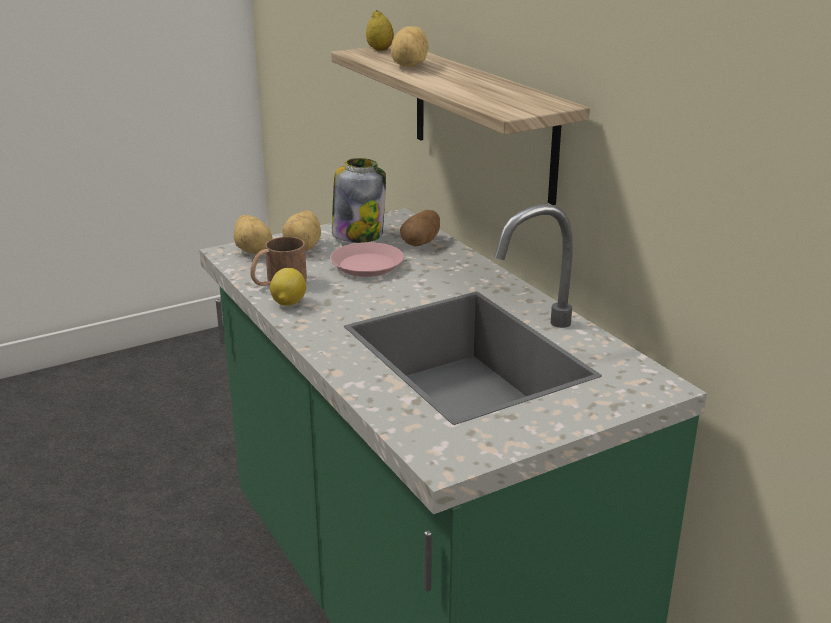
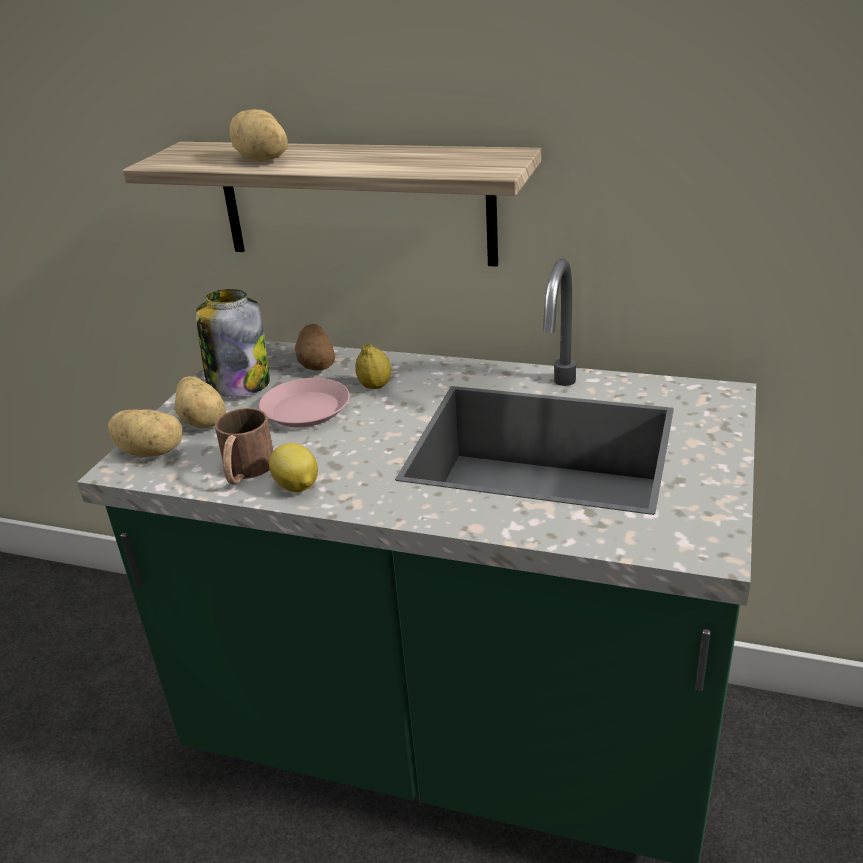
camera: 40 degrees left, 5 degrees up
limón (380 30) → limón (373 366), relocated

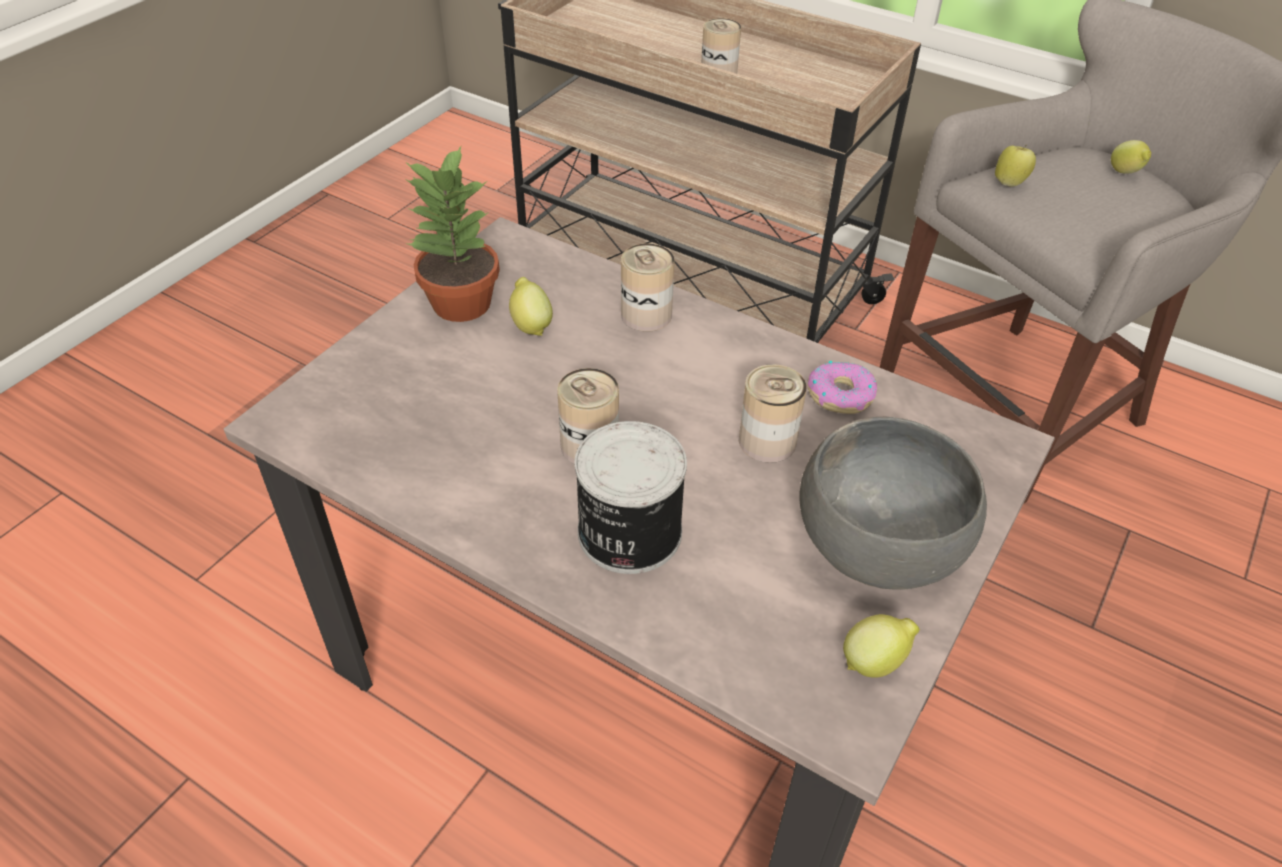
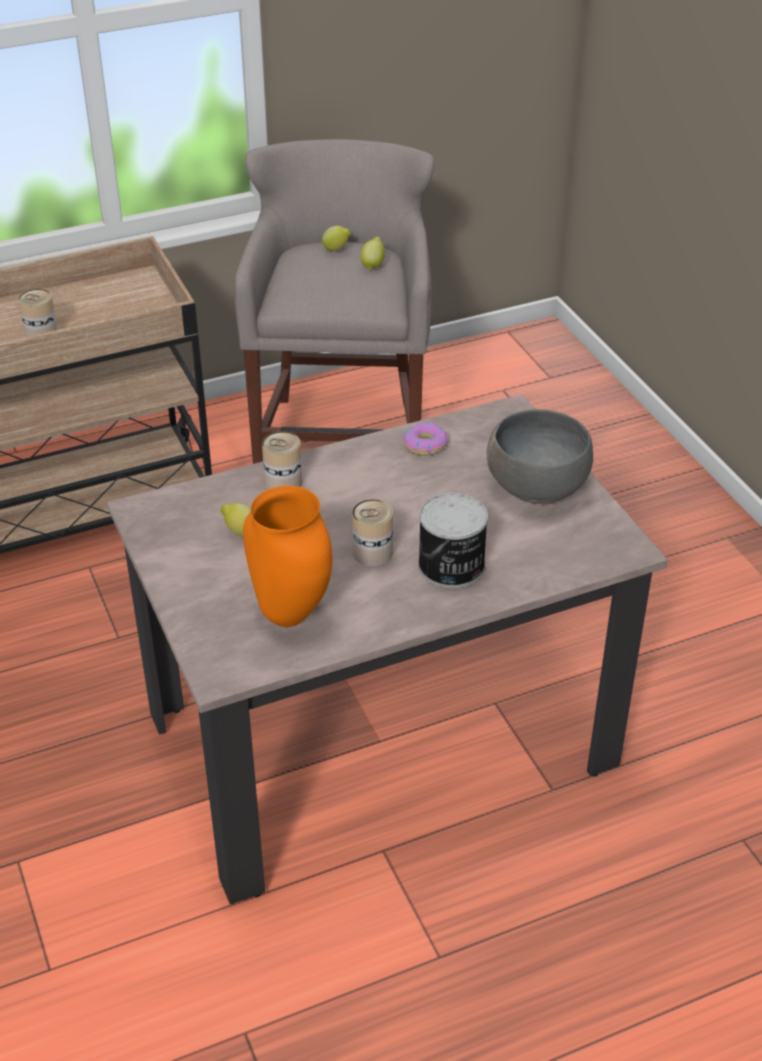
camera: 55 degrees left, 5 degrees down
planta en maceta (452 234) → -
lata (773 413) → -
manzana (1015 166) → -
- → florero/naranja (287 556)
limón (881 646) → limón (372 253), relocated

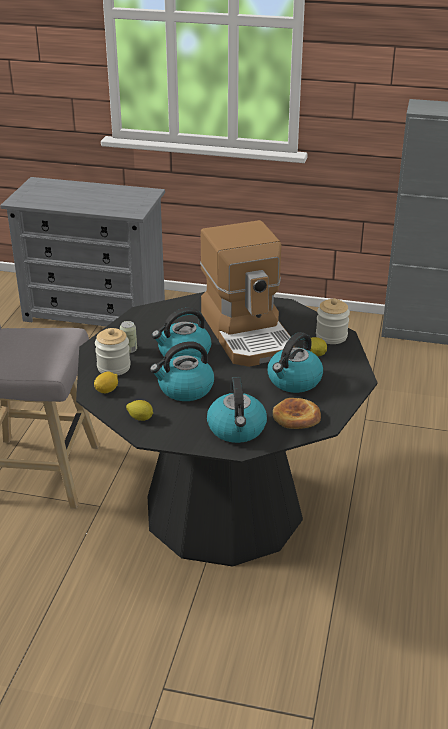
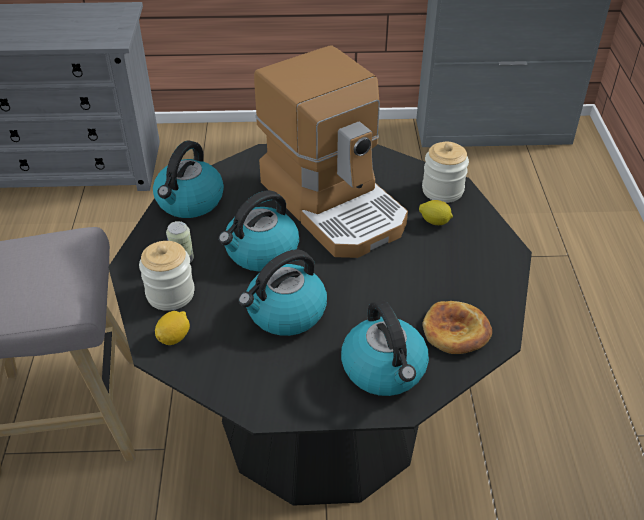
camera: 15 degrees left, 10 degrees up
limón (139 410) → -
hervidor (295 362) → hervidor (188 179), relocated

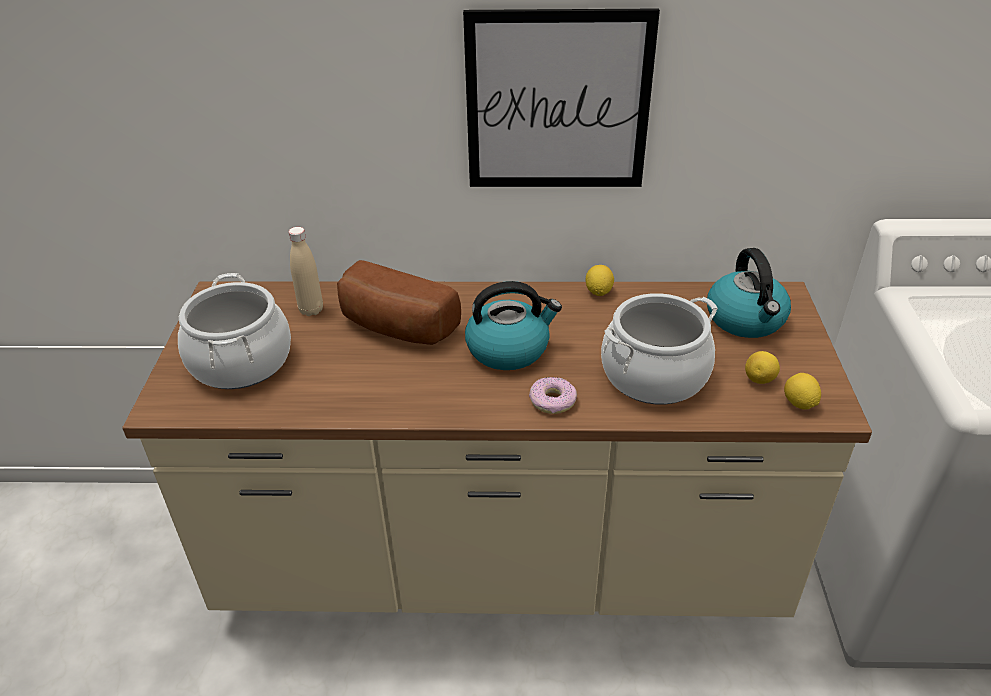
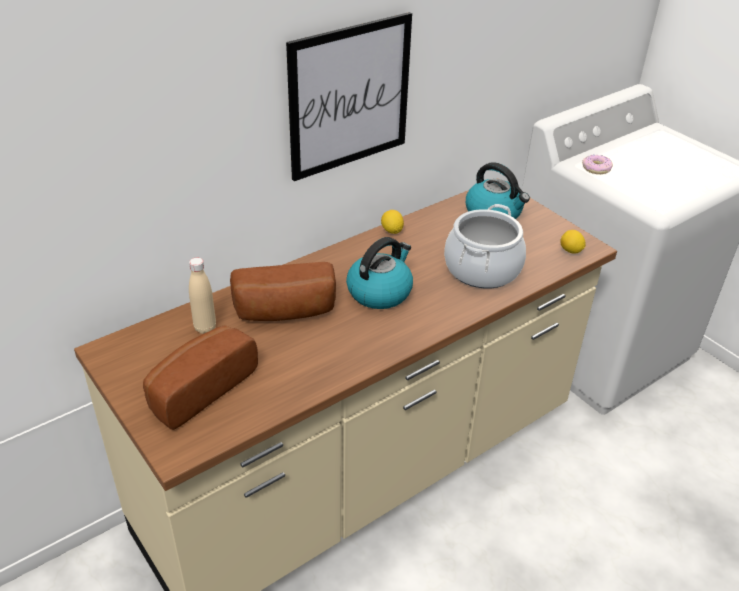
camera: 40 degrees left, 0 degrees up
limón (762 367) → -
rosquilla (553 395) → rosquilla (597 164), relocated
olla (234 331) → pan (200 378)

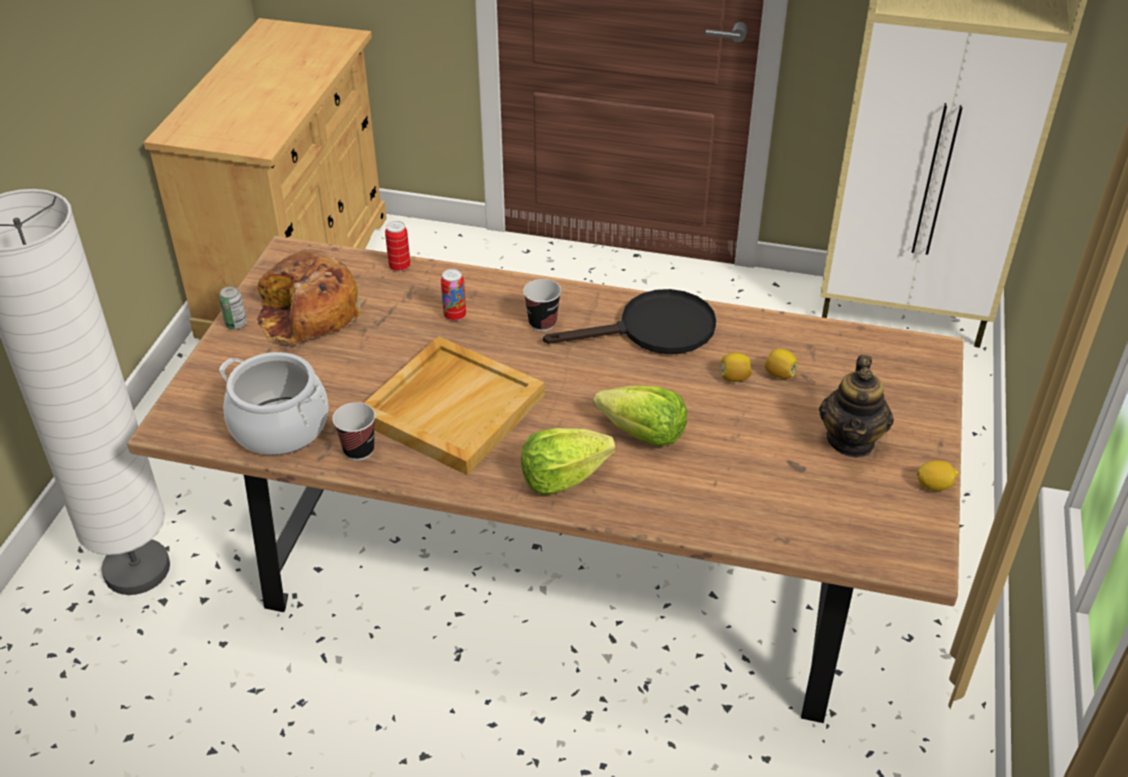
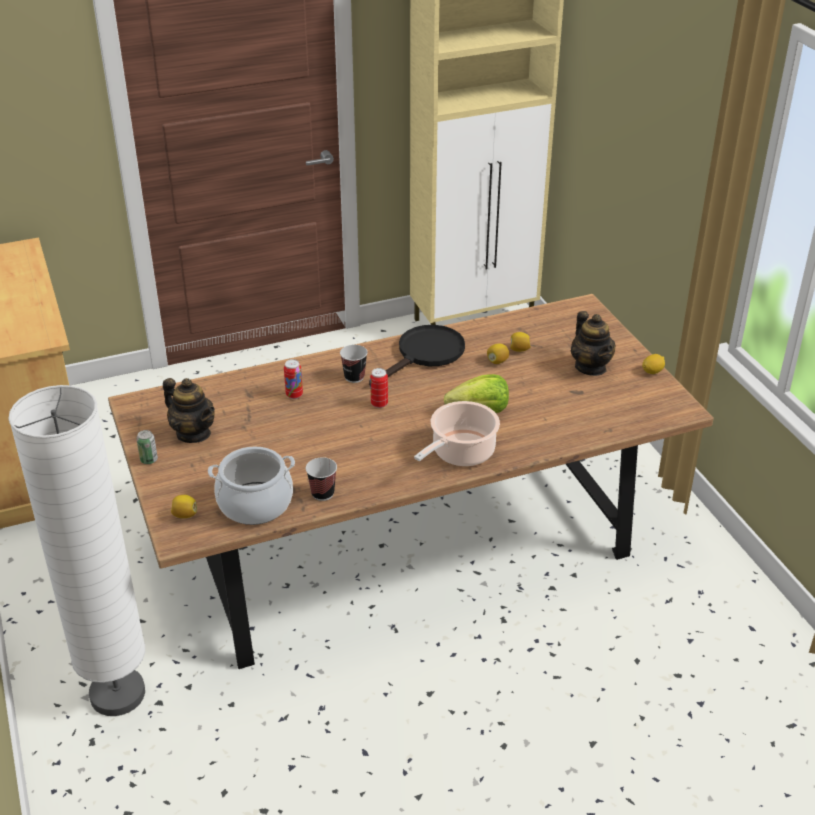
camera: 35 degrees left, 5 degrees down
bandeja/beis (454 405) → -
- → limón (184 506)
lata (397 246) → lata (379 388), relocated
pan (308 297) → tetera (189 410)
lechuga (568 461) → olla (457 433)

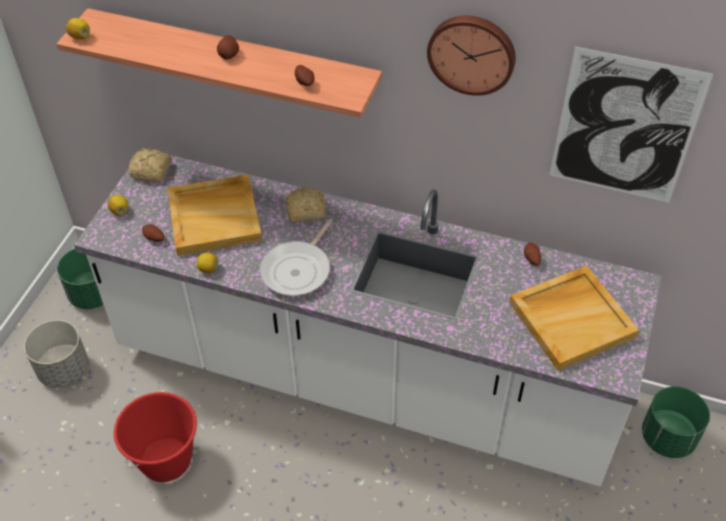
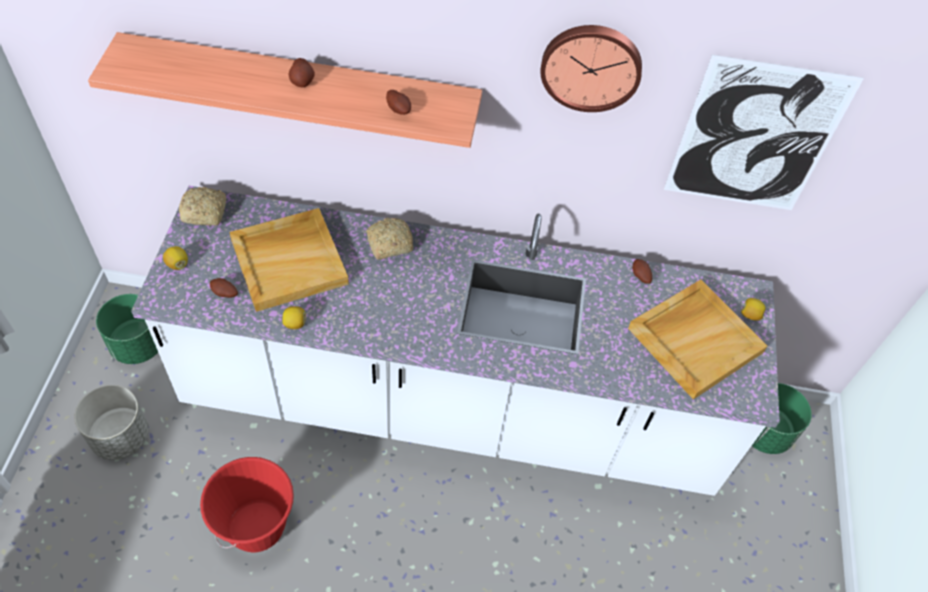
camera: 15 degrees left, 5 degrees up
sartén (295 257) → -
limón (78 29) → limón (753 309), relocated

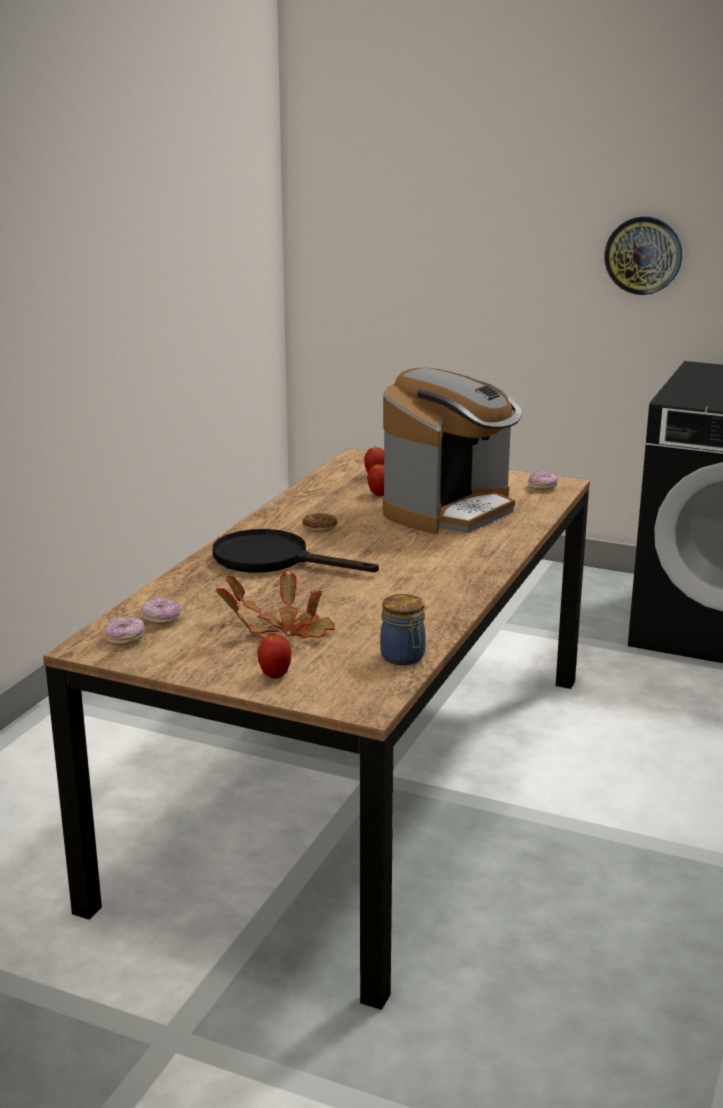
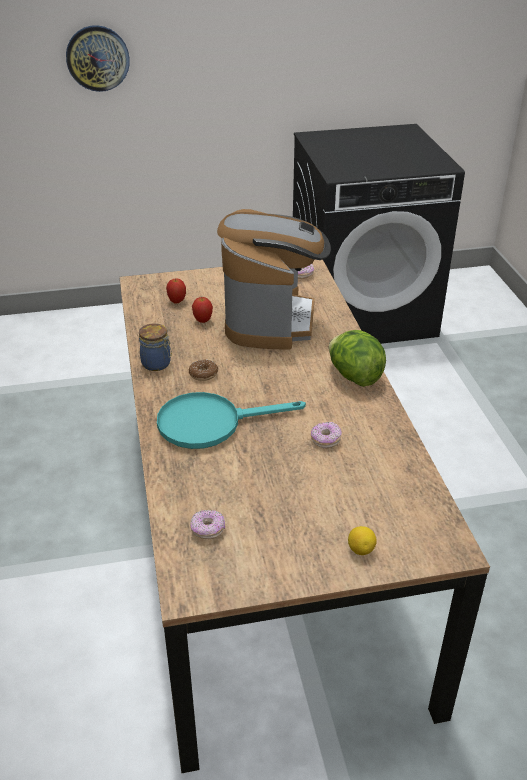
camera: 35 degrees left, 15 degrees up
planta en maceta (275 604) → -
- → lechuga (357 358)
rosquilla (124 631) → rosquilla (326 435), relocated
tarro (403 629) → tarro (155 347), relocated
reloj de pared (643 255) → reloj de pared (98 58), relocated
manzana (274 656) → limón (362 540)
sartén/negro (296 551) → sartén/turquesa (231 420)

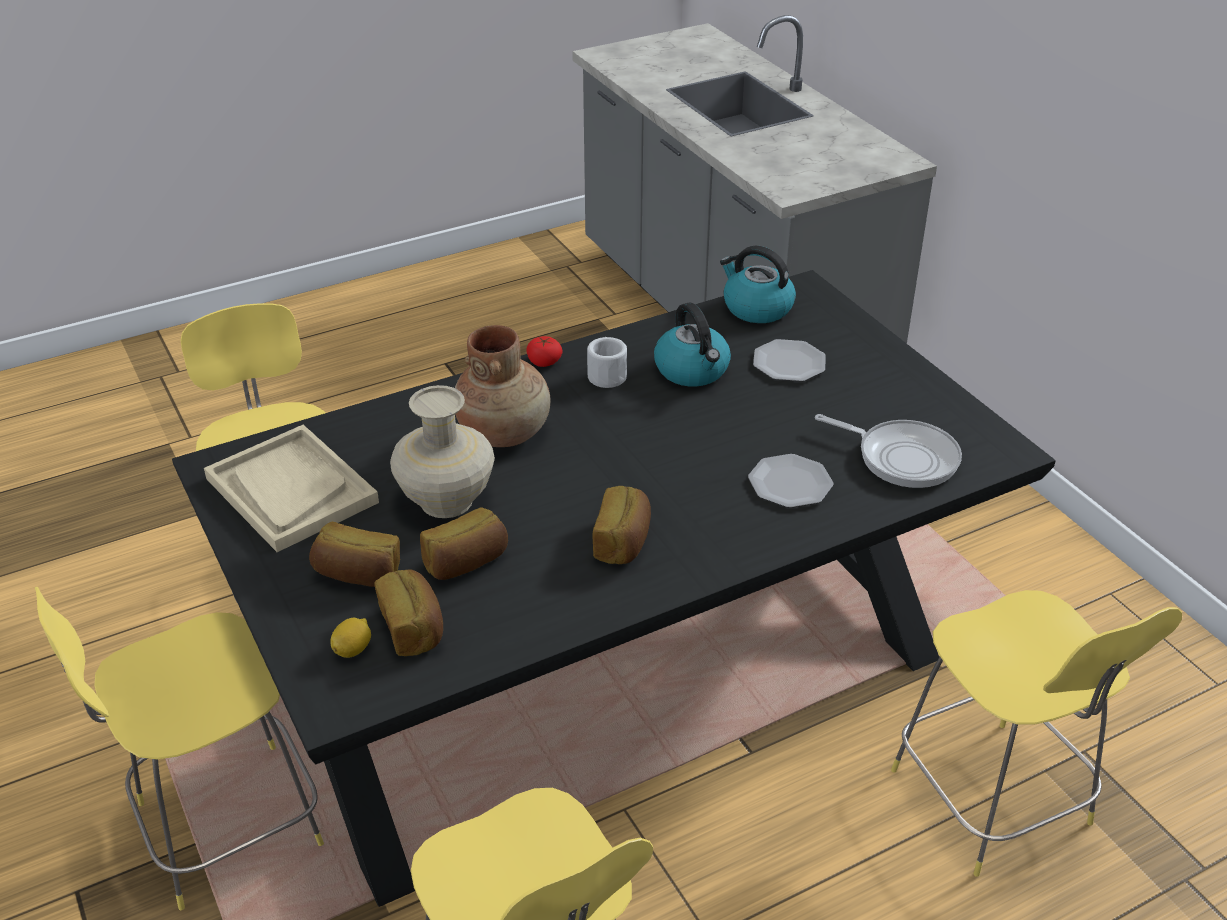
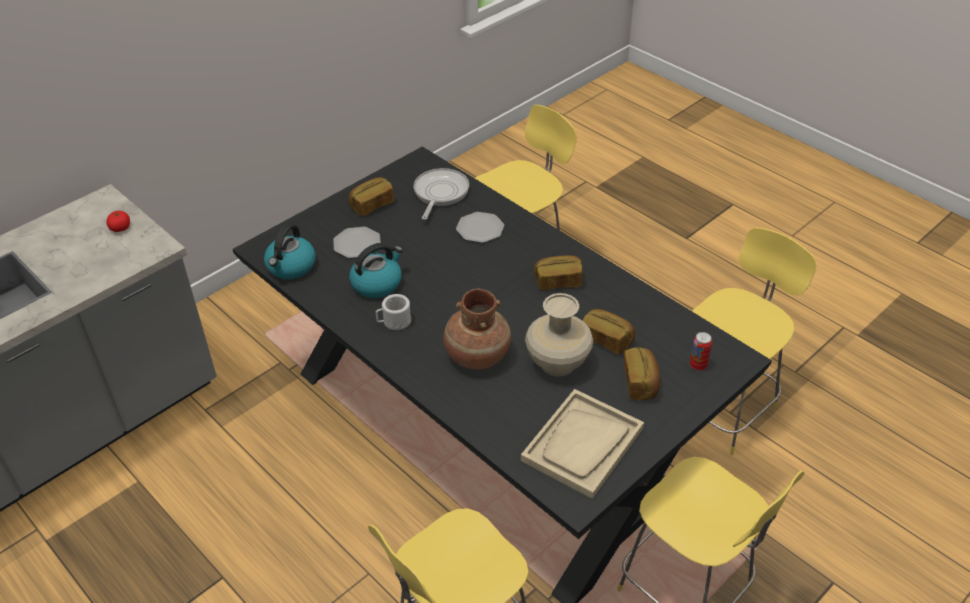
camera: 105 degrees left, 5 degrees up
pan (408 612) → pan (371 196), relocated
tomate (544 351) → tomate (118 221), relocated
limón (350 638) → lata (701 351)

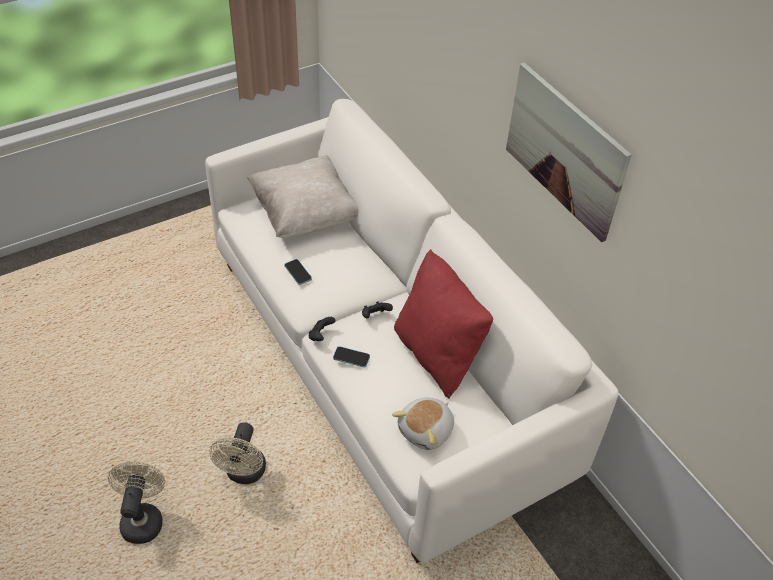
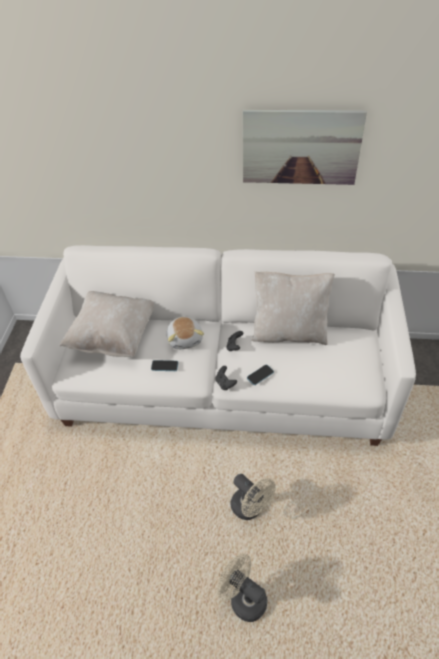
camera: 50 degrees left, 0 degrees up
peluche (423 424) → peluche (185 332), relocated
cojín/rojo (443 323) → cojín/beis (293 308)

